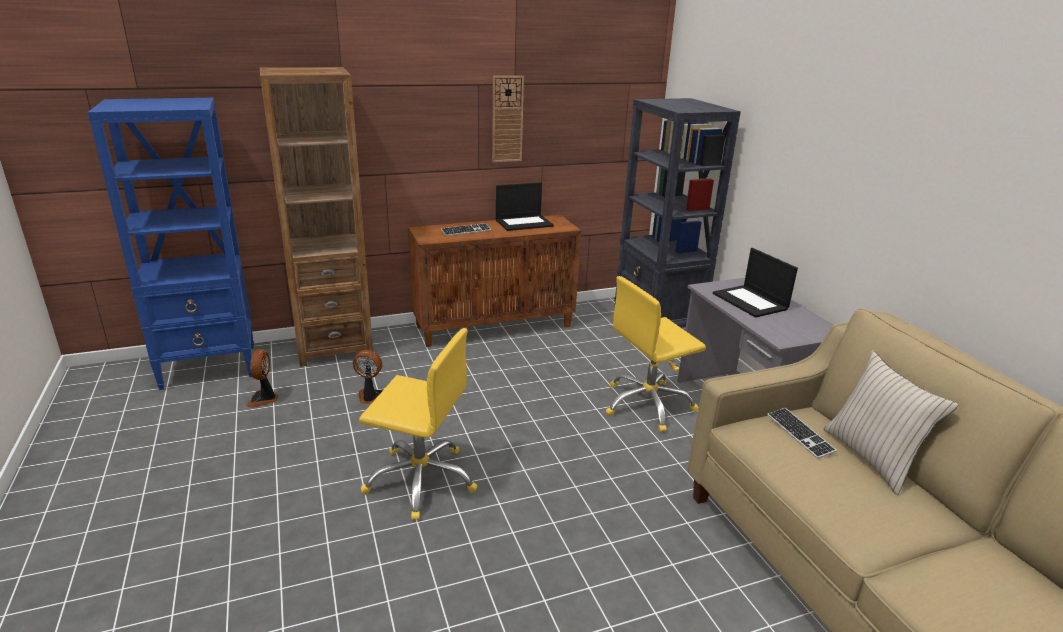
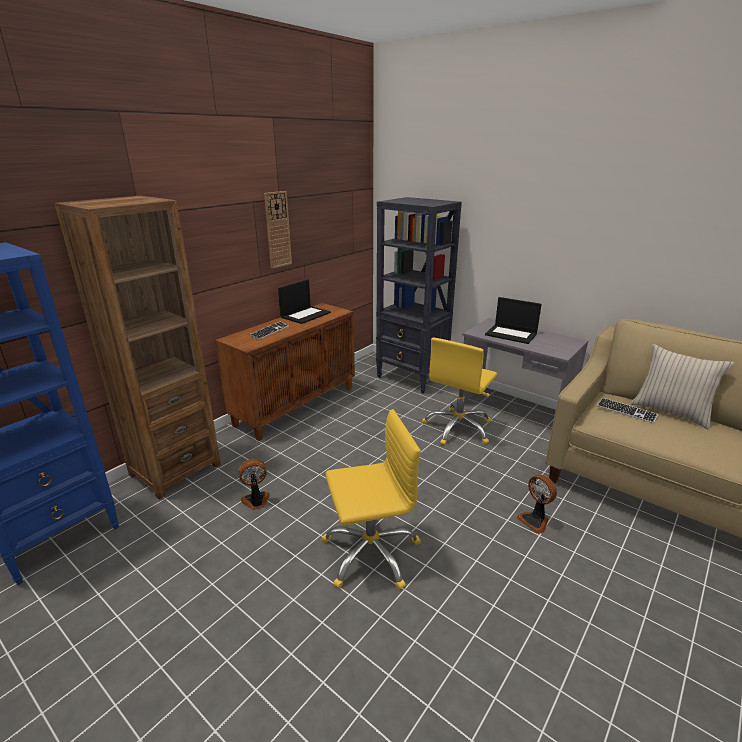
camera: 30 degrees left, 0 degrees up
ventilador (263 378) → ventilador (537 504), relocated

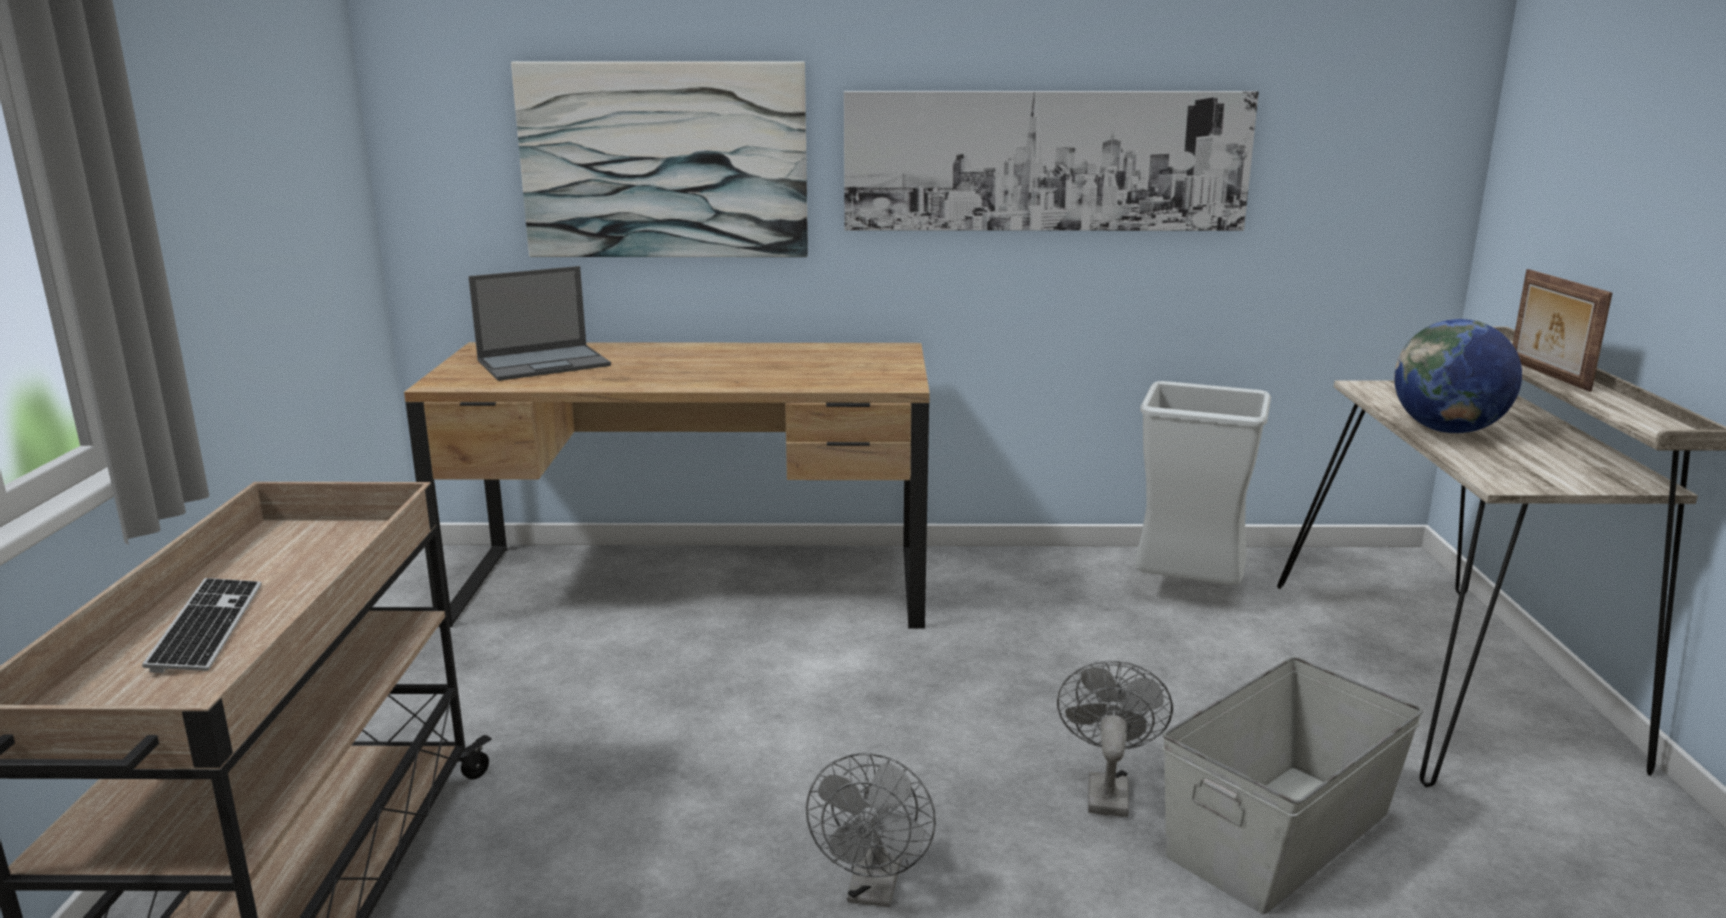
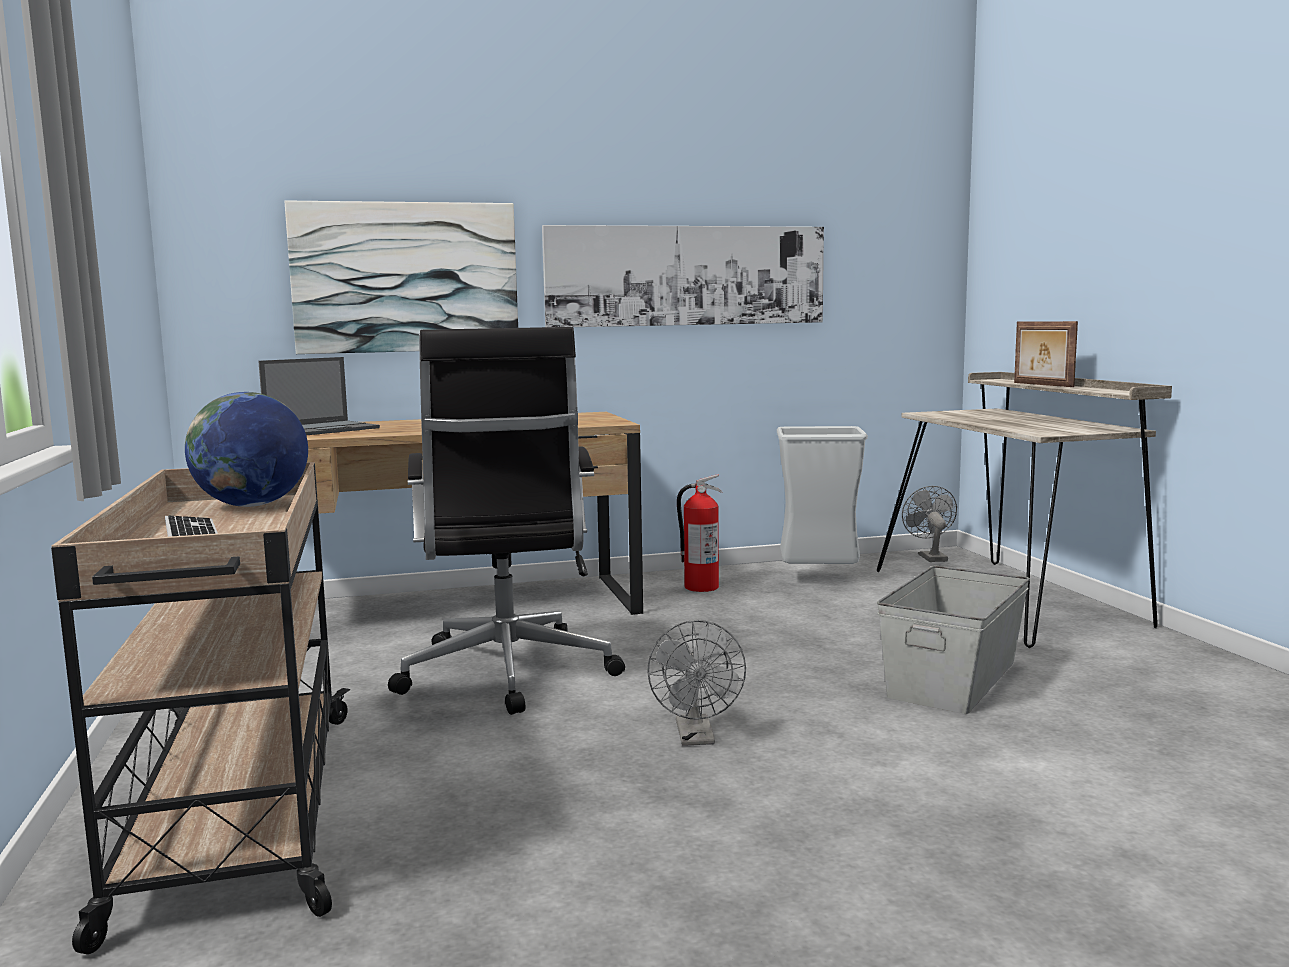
camera: 15 degrees left, 10 degrees down
- → silla de oficina/negro (506 521)
- → extintor (700 533)
ventilador/gris (1115 739) → ventilador/gris (929 524), relocated
globo terráqueo (1458 376) → globo terráqueo (246 449), relocated

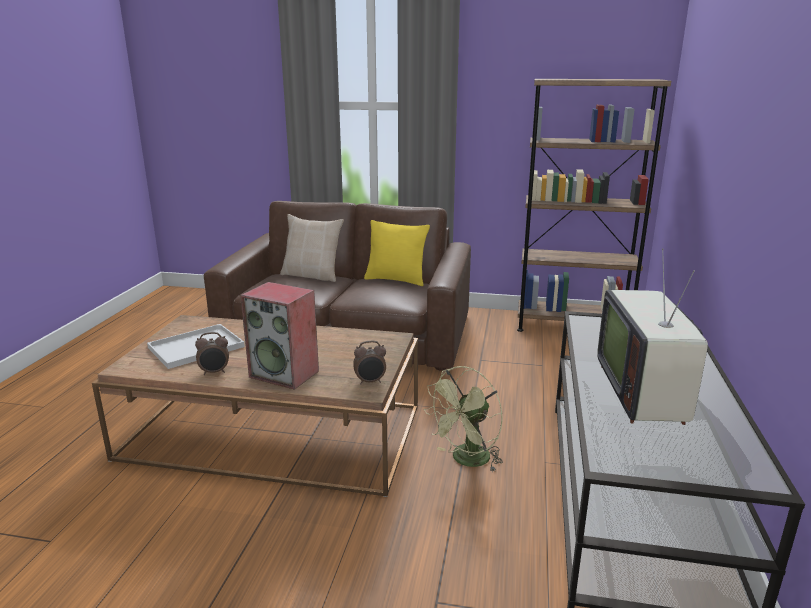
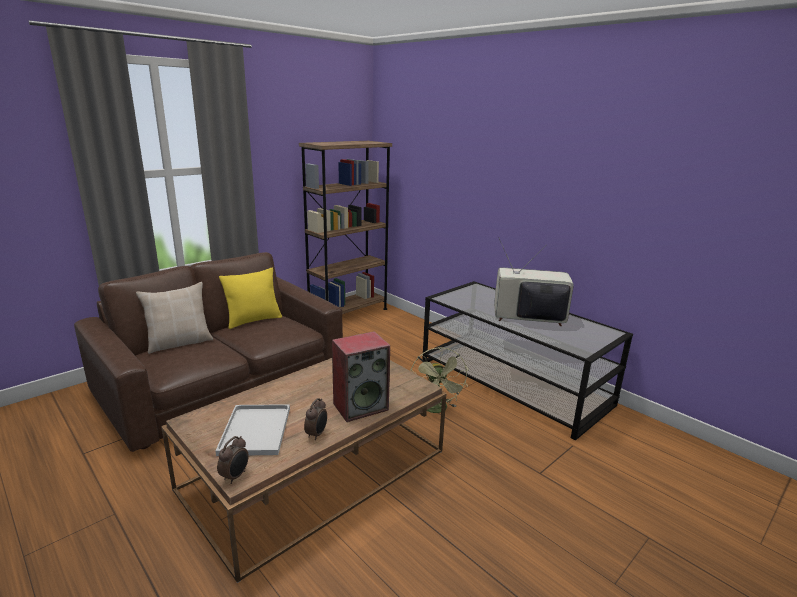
camera: 55 degrees left, 0 degrees up
despertador (369 362) → despertador (233 460), relocated
televisor (652 336) → televisor (534 282), 150 degrees clockwise

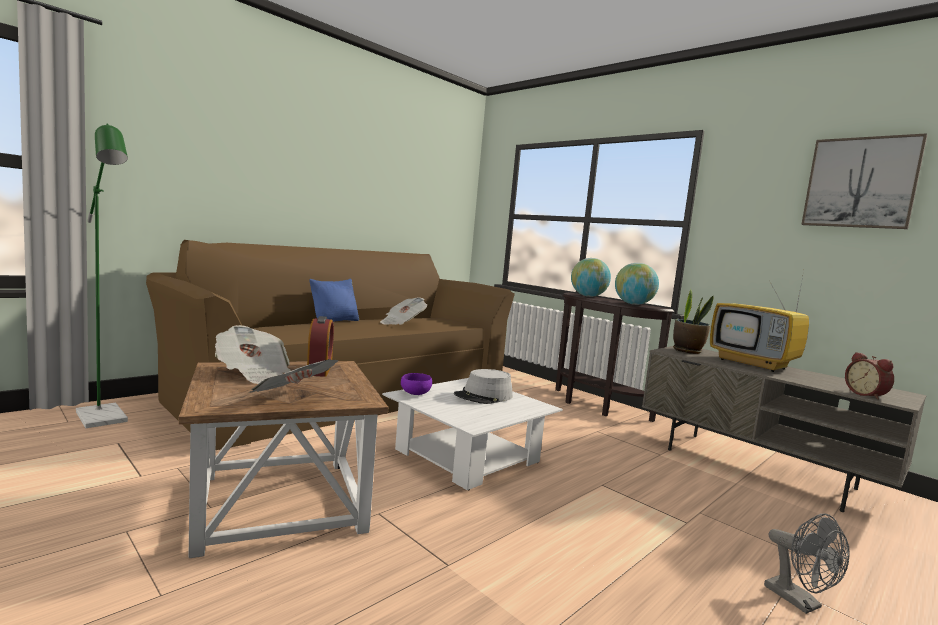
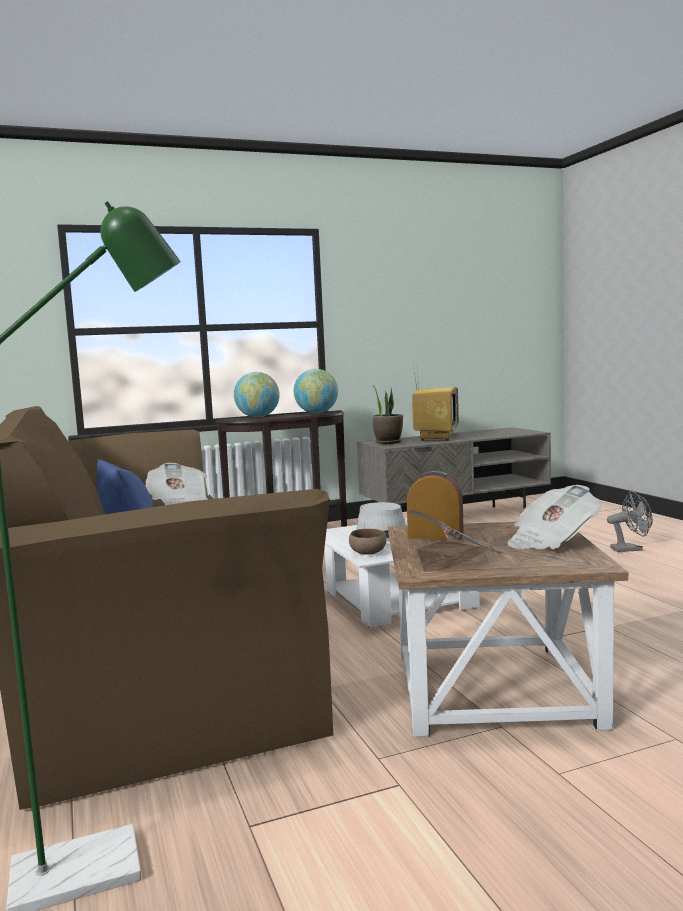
camera: 65 degrees left, 0 degrees up
cuadro (864 181) → -
despertador (869 376) → -
cuenco/morado (416 384) → cuenco/marrón (368 542)
televisor (759 321) → televisor (435 400), 60 degrees counterclockwise

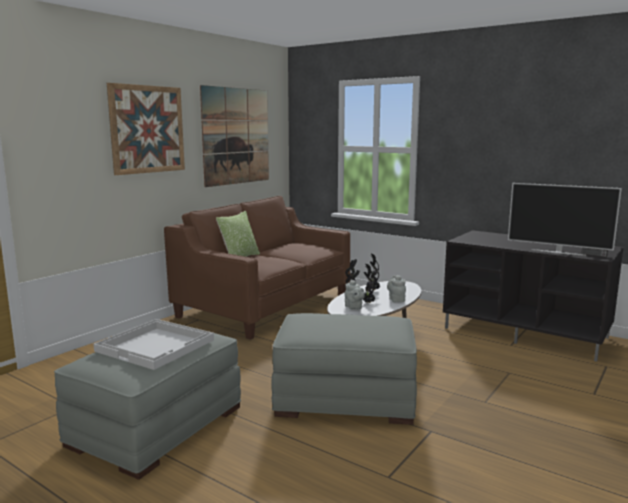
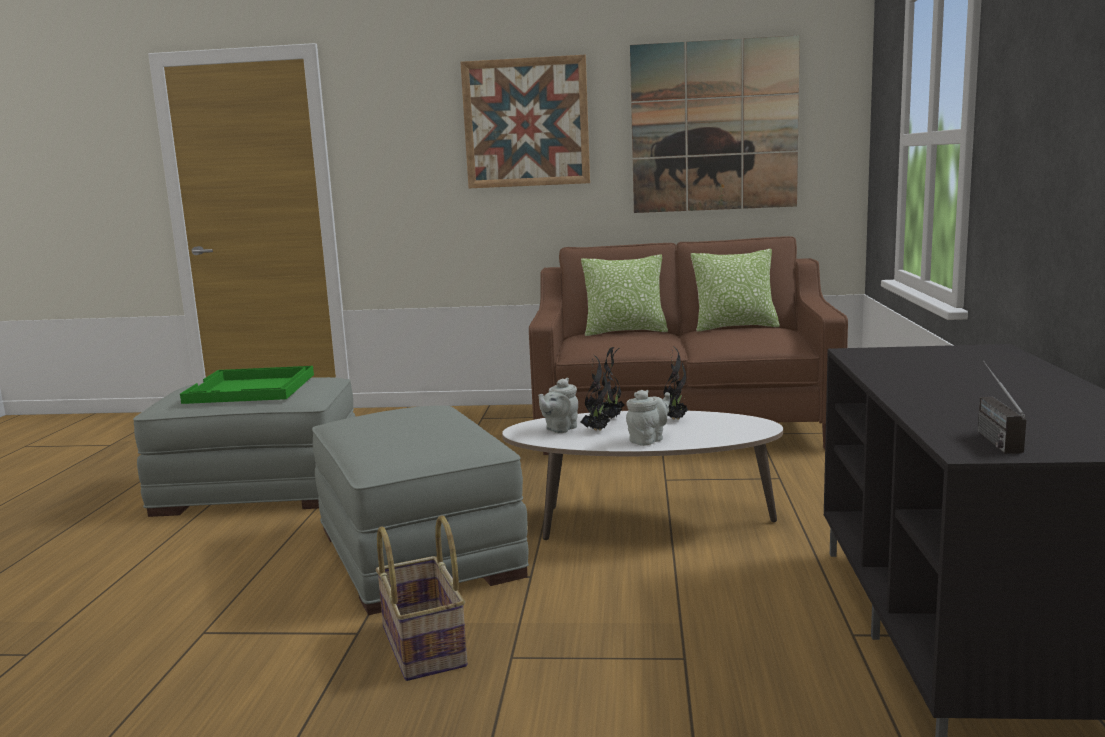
camera: 60 degrees right, 0 degrees up
televisor (565 219) → -
- → cesta (421 598)
- → cojín (735 290)
bandeja/blanco (153 344) → bandeja/verde (247 385)

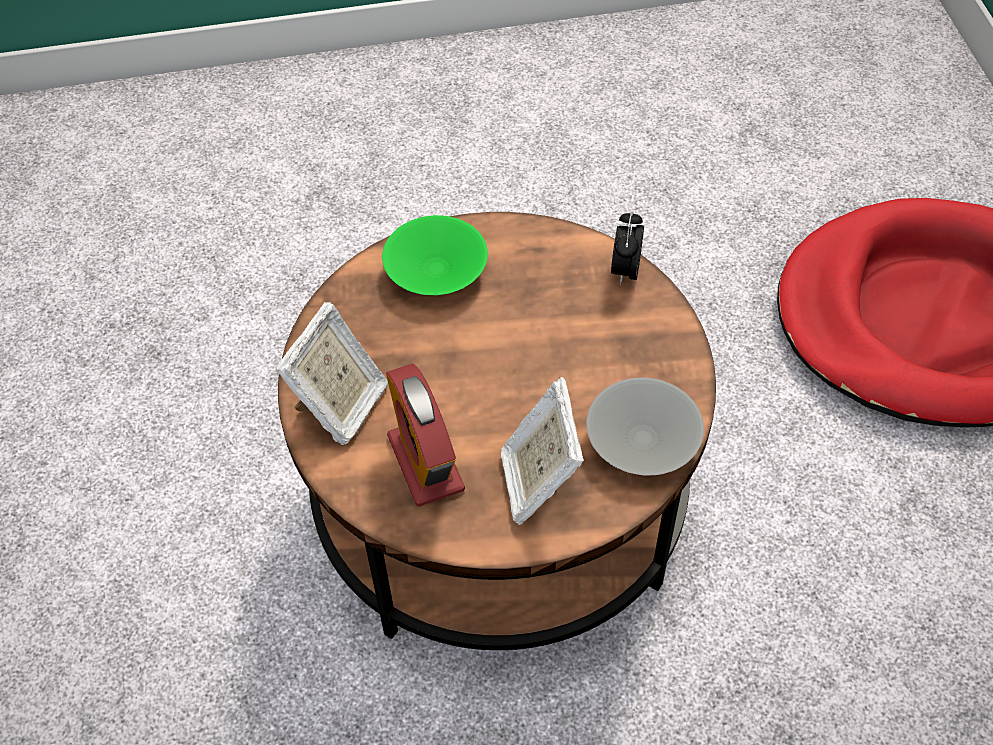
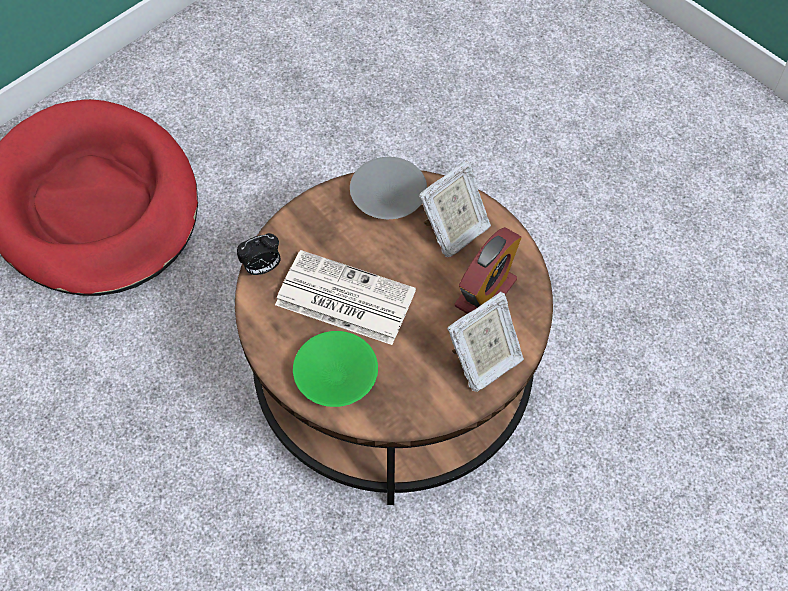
camera: 125 degrees left, 5 degrees up
- → periódico (345 297)
portarretratos (332 373) → portarretratos (485 342), 150 degrees clockwise

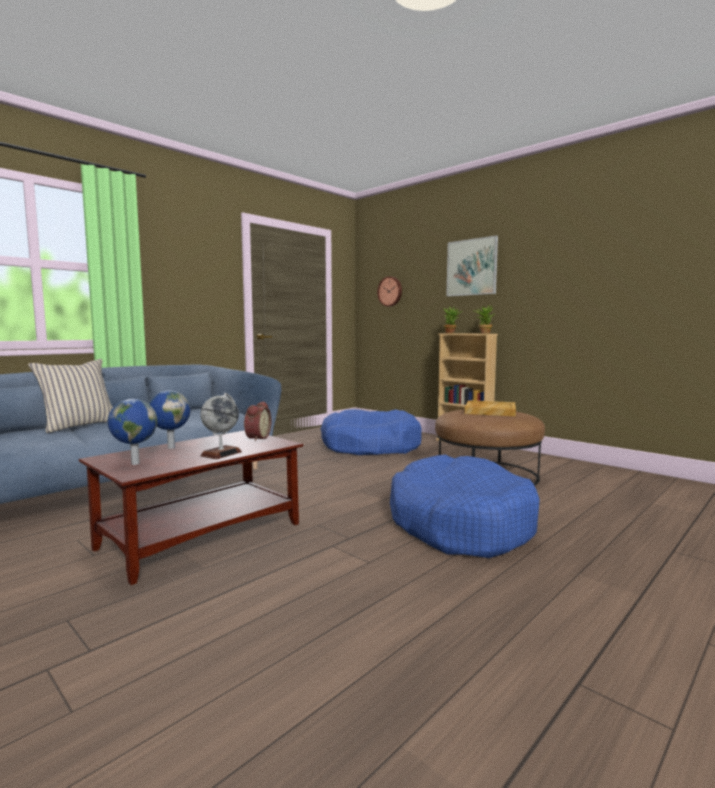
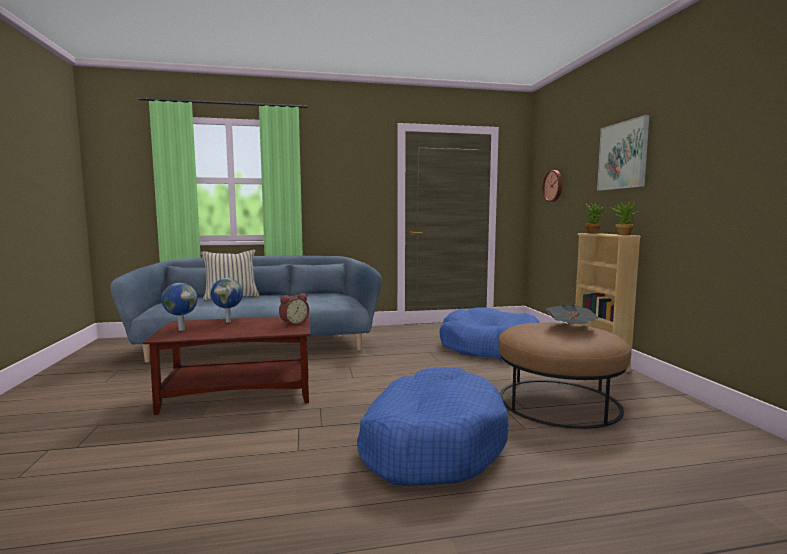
camera: 35 degrees right, 0 degrees up
globo terráqueo (221 426) → -
bandeja/beis (490 408) → periódico (571 314)

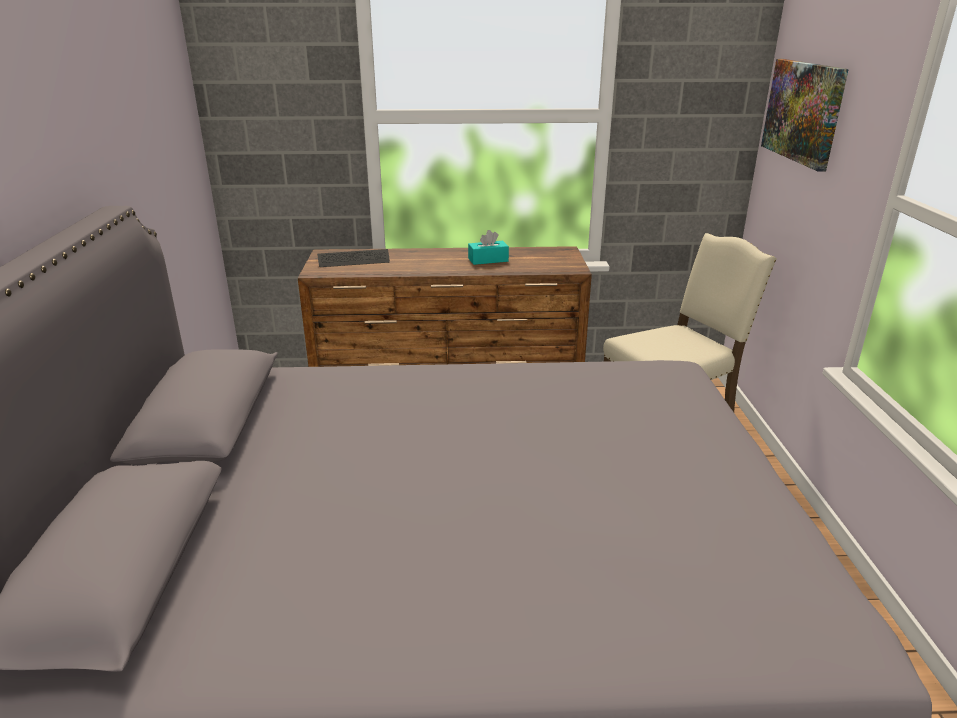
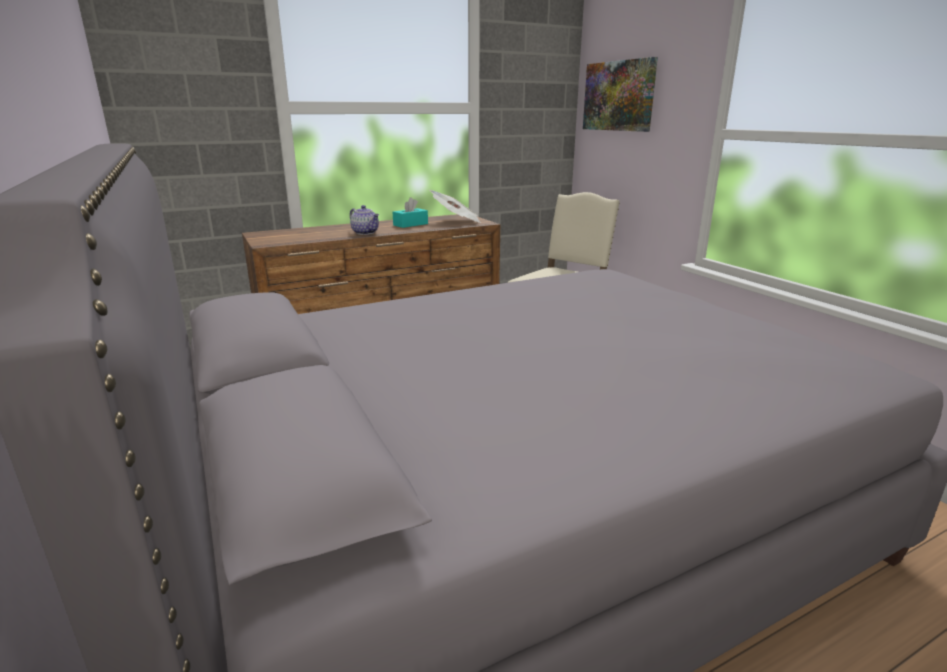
camera: 25 degrees left, 5 degrees down
teclado (353 258) → -
- → tetera (364 220)
- → periódico (455 206)

